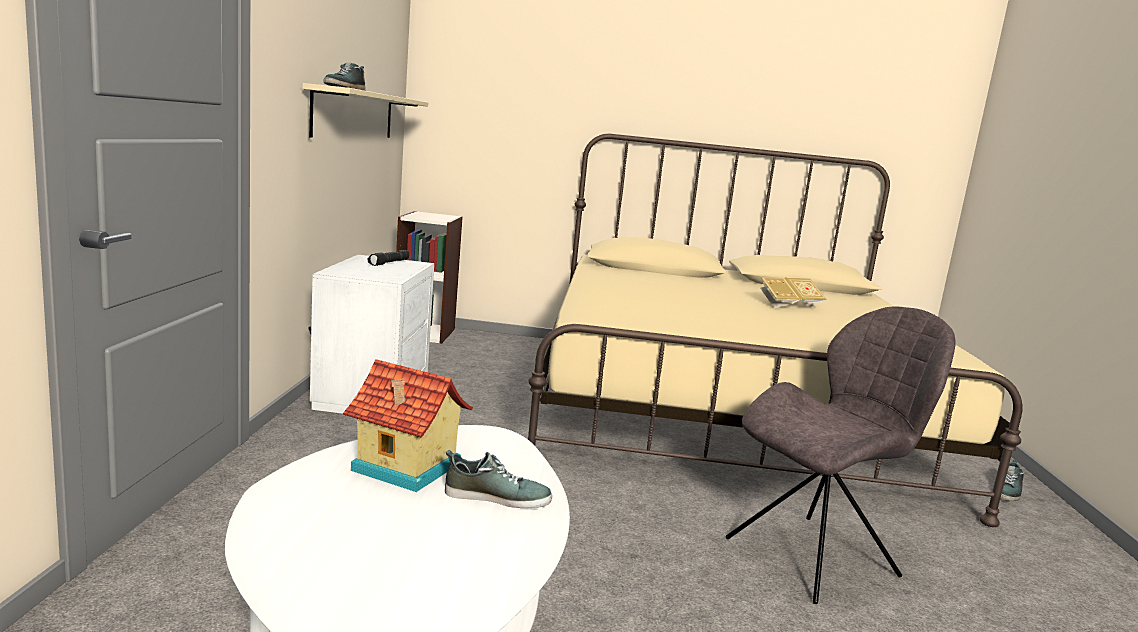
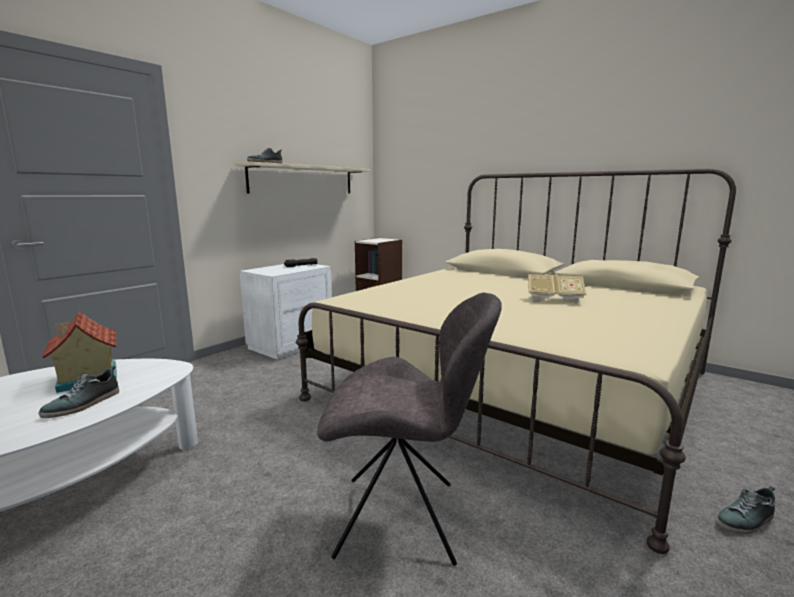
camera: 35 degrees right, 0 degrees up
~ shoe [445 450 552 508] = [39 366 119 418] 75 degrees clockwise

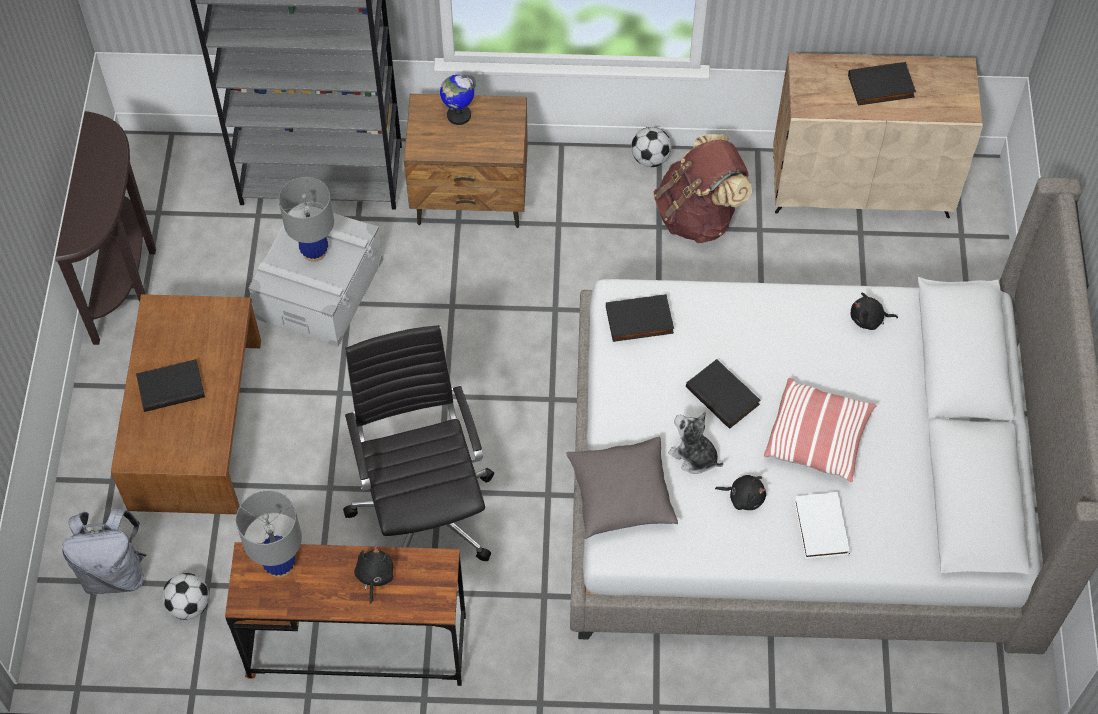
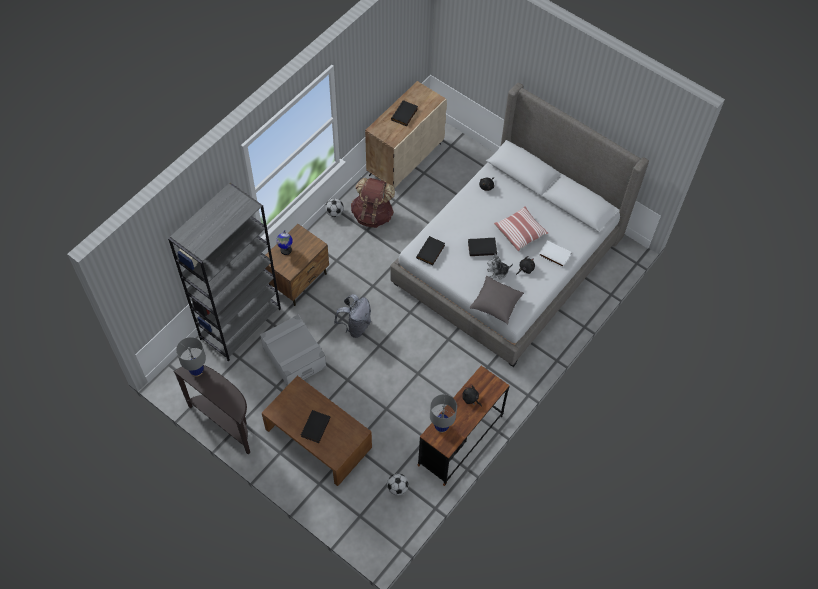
camera: 55 degrees left, 0 degrees up
~ grey backpack [62 508 147 595] to [334 294 371 338]
~ grey table lamp [279 177 334 262] to [176 337 206 377]
- black office chair [343 325 494 561]

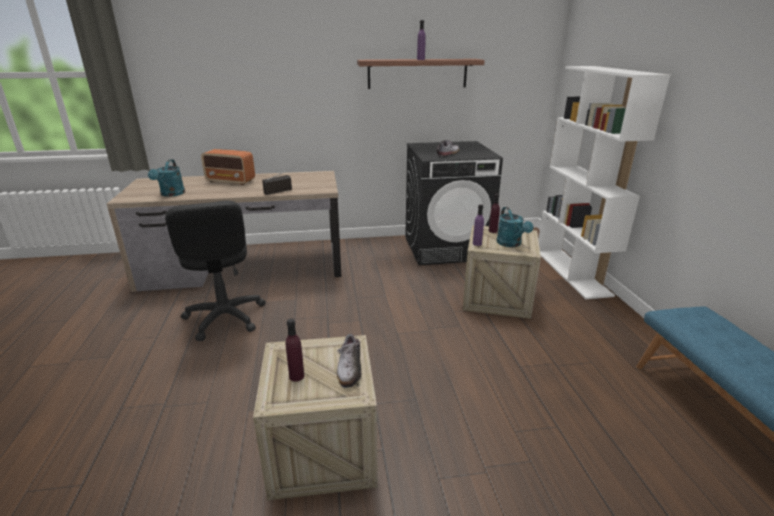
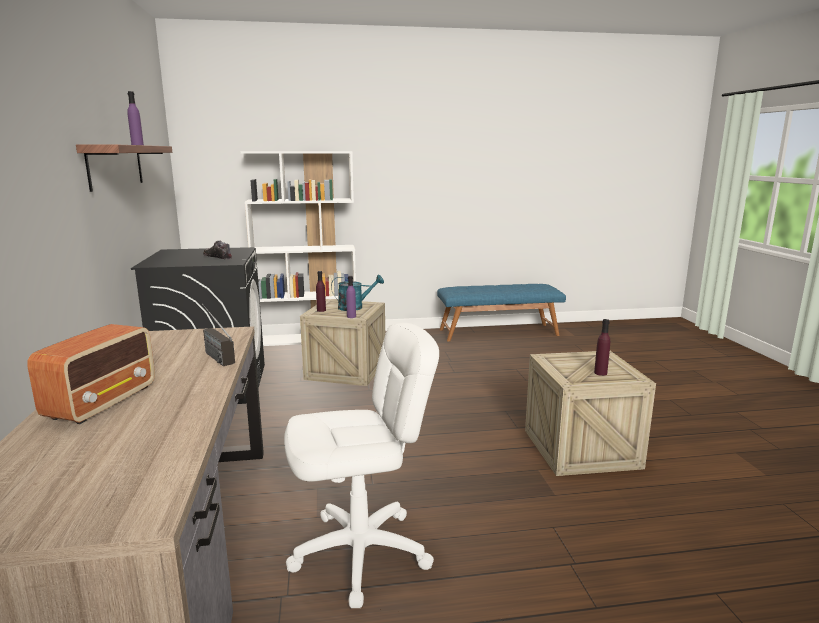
camera: 90 degrees left, 10 degrees down
- turquoise watering can [148 159 185 197]
~ black office chair [165 201 266 341] to white office chair [284 323 439 608]
- shoe [337 334 362 388]

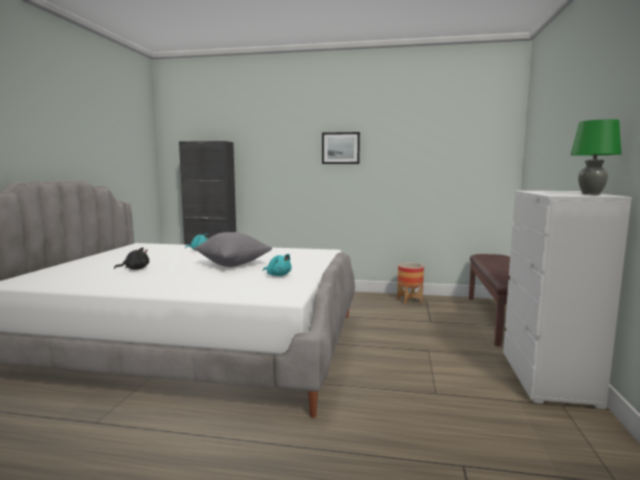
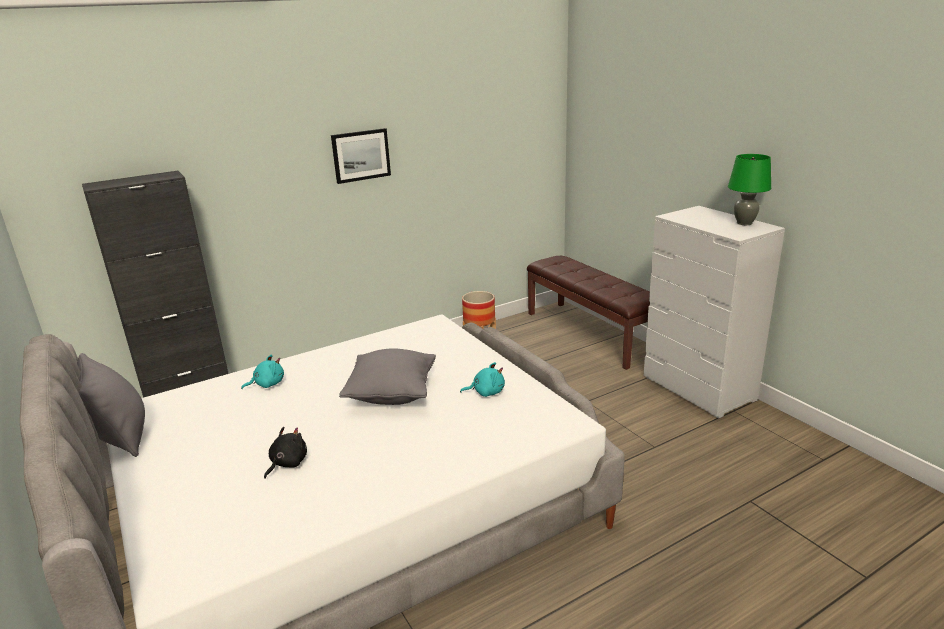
camera: 40 degrees left, 15 degrees up
+ grey pillow [77 353 145 457]

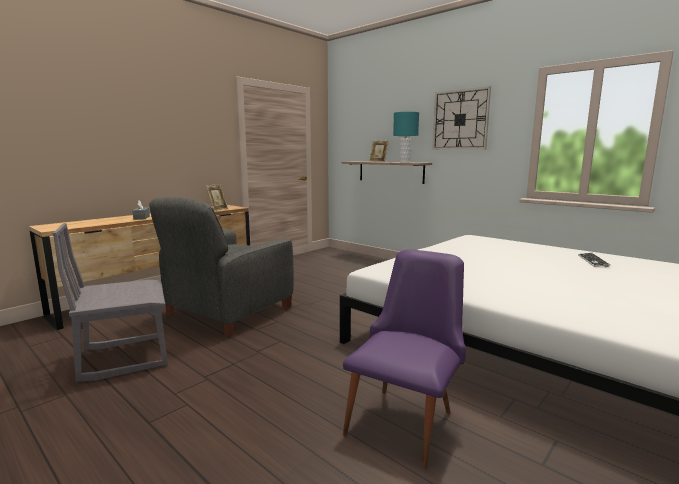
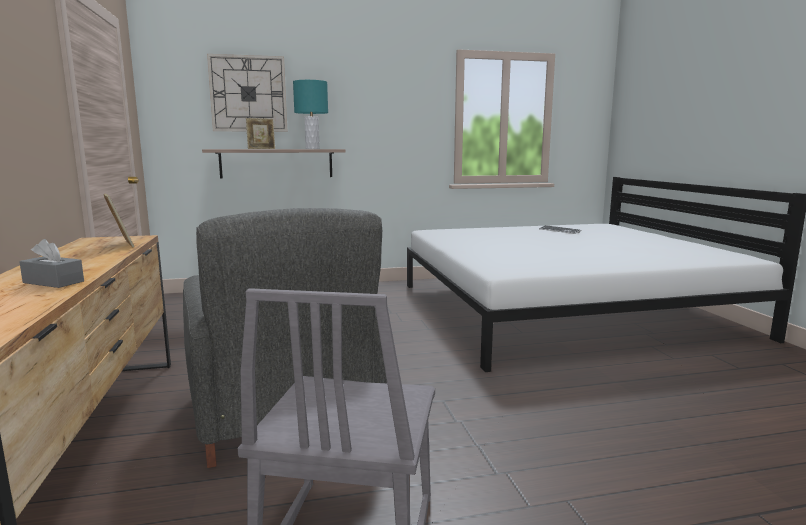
camera: 55 degrees left, 0 degrees up
- purple chair [343 249 466 468]
~ wall clock [432 86 491 150] to [207 54 287 132]

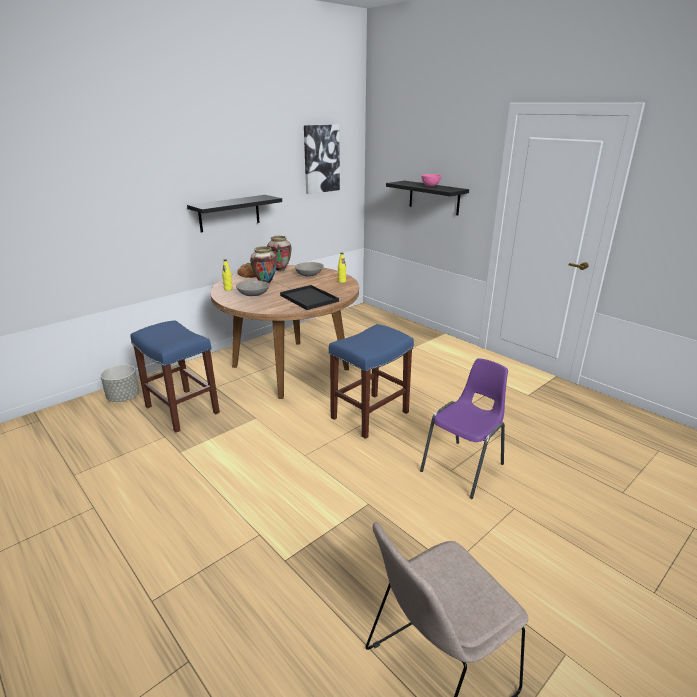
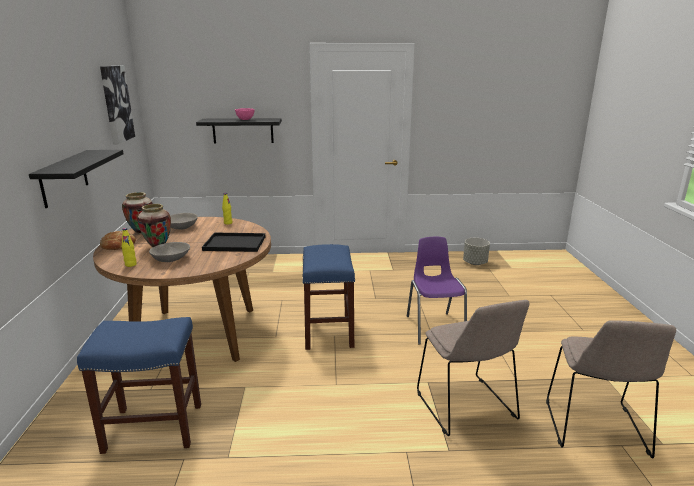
camera: 50 degrees left, 5 degrees down
~ grey planter [100 365 140 402] to [463 238 490 265]
+ beige chair [417 300 529 436]

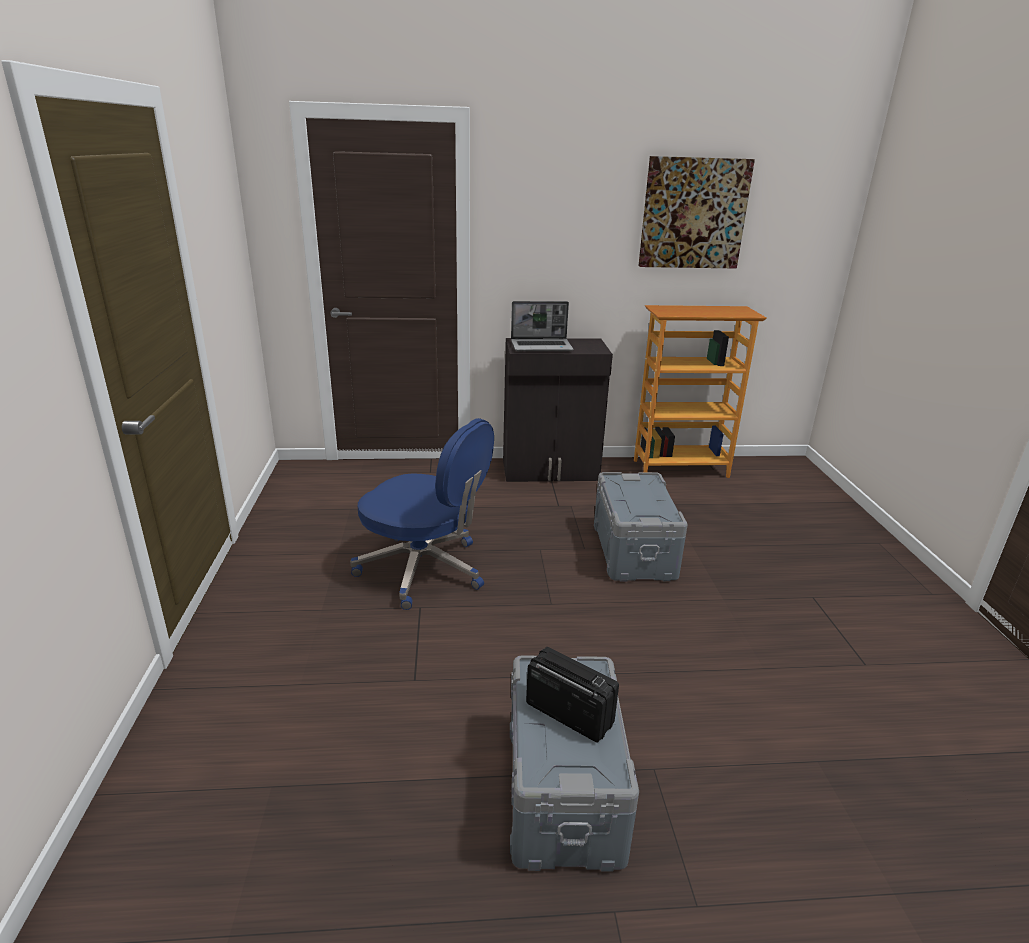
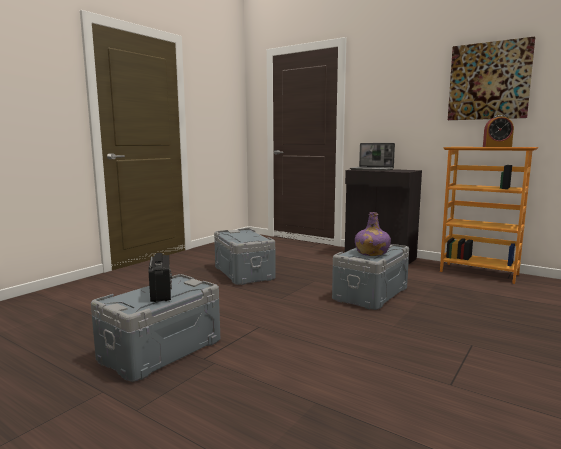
camera: 40 degrees right, 15 degrees down
~ blue office chair [350 418 494 610] to grey storage box [214 228 276 285]
+ purple bottle [355 212 391 256]
+ alarm clock [483 115 514 147]

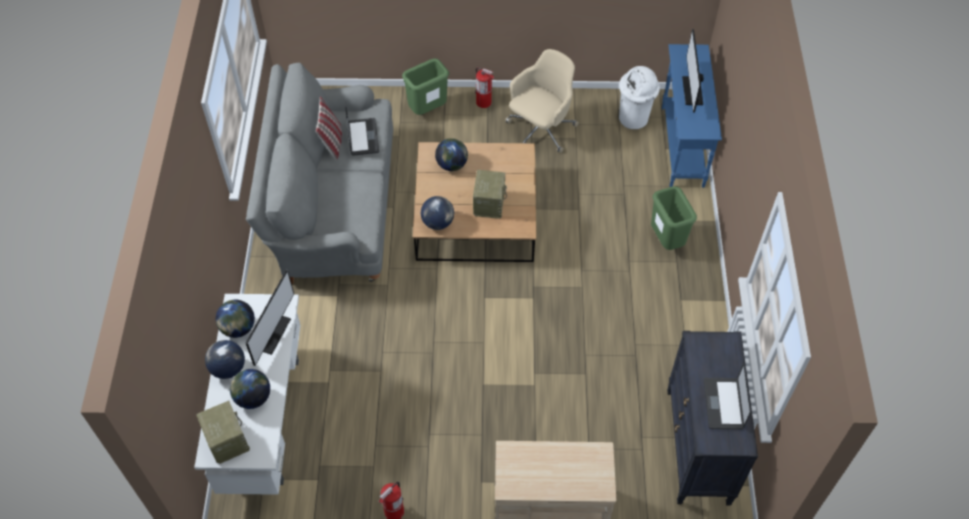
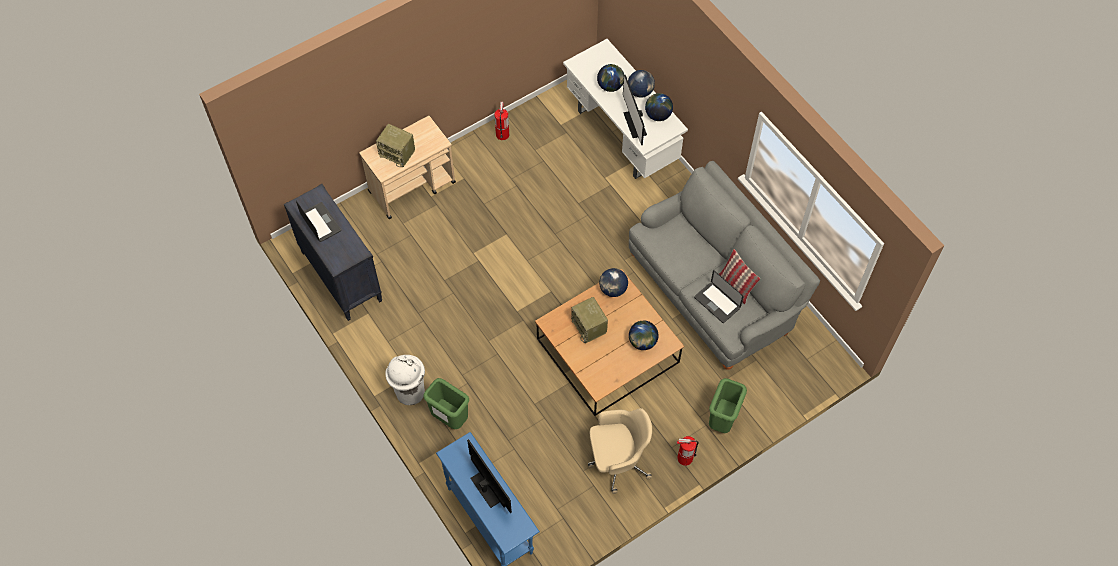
camera: 145 degrees right, 5 degrees up
~ radio [196 401 250 464] to [376 124 415 167]
~ beige office chair [505 49 579 153] = [588 408 652 494] 105 degrees counterclockwise
~ white trash can [619 66 660 129] to [385 355 425 405]

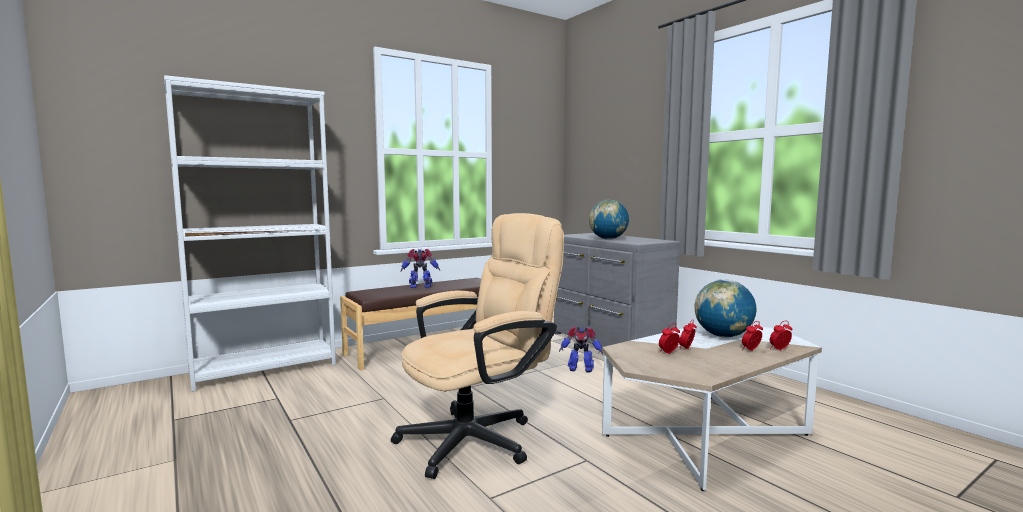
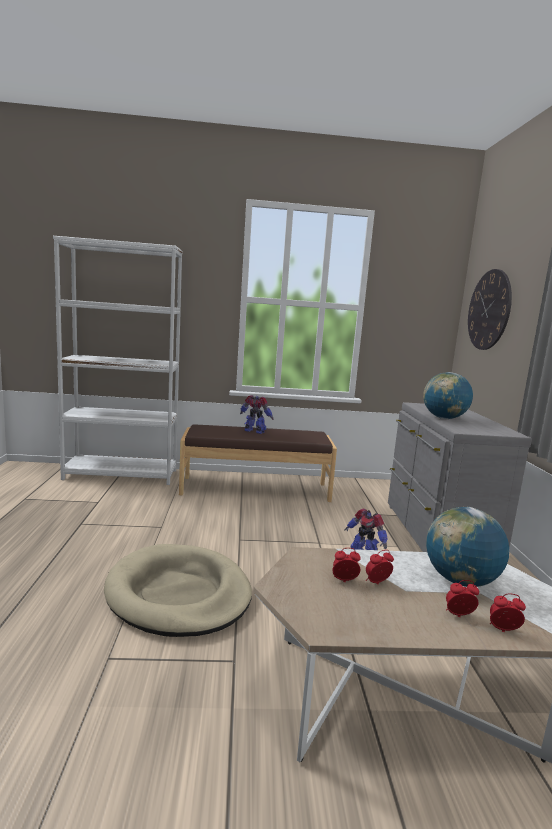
camera: 30 degrees right, 5 degrees up
~ beige office chair [391 213 564 479] to beige dog bed [104 544 252 637]
+ wall clock [468 269 512 350]

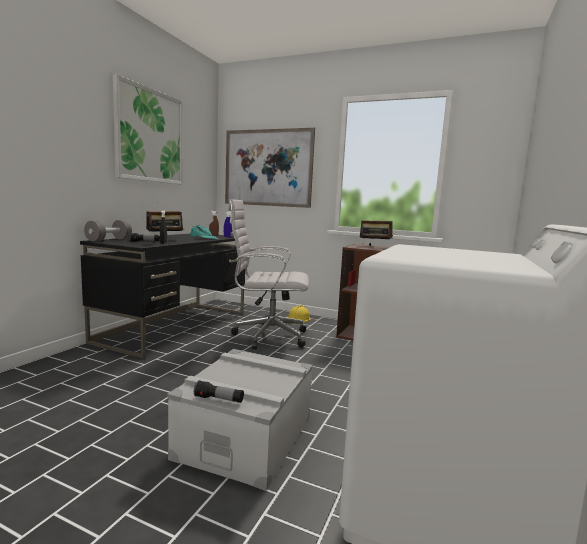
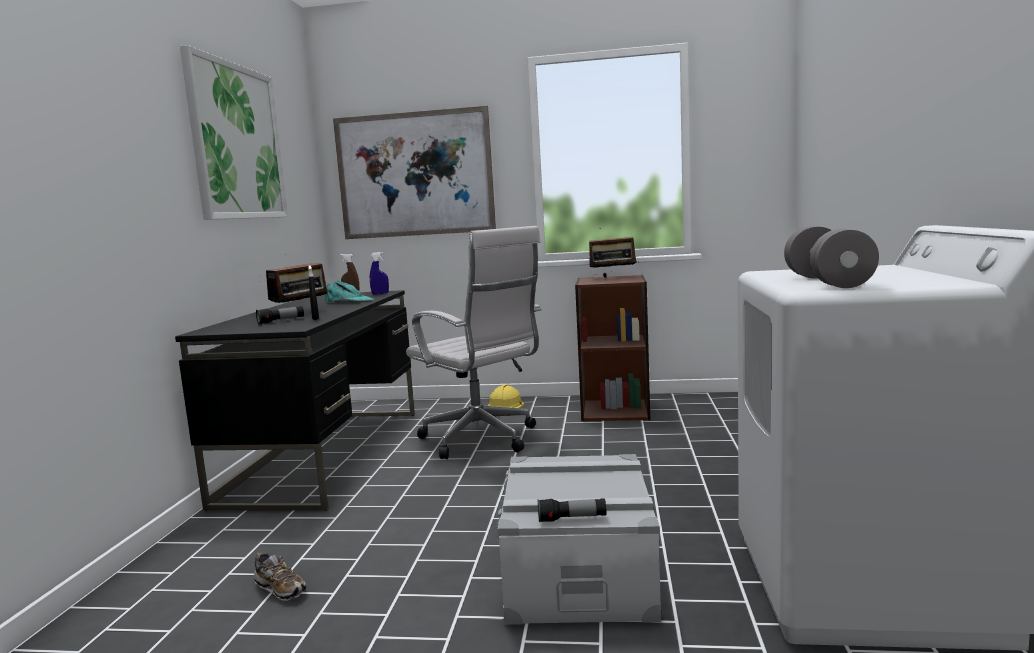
camera: 15 degrees left, 0 degrees up
~ grey dumbbell [84 220 132 241] to [784 227 879 288]
~ white office chair [228 199 309 350] = [406 226 542 459] 120 degrees counterclockwise
+ shoe [254 552 306 601]

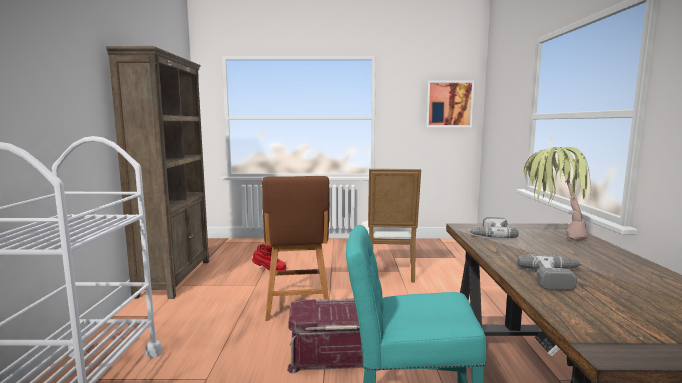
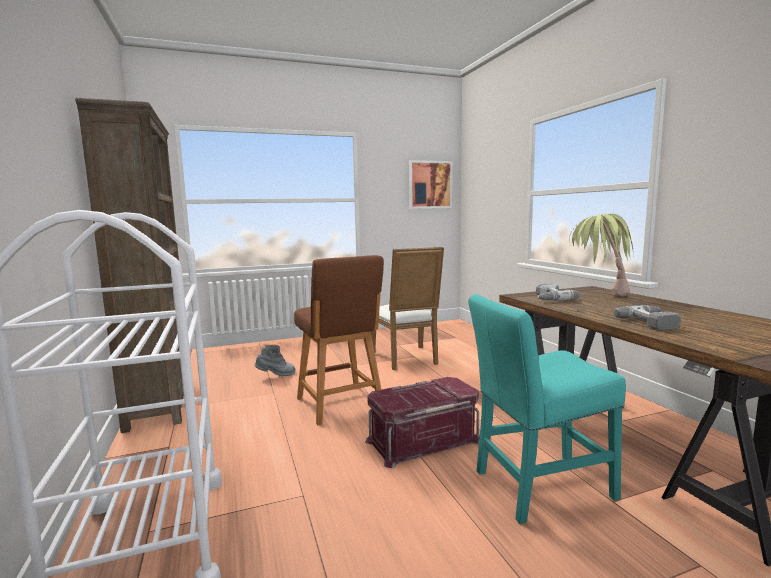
camera: 20 degrees left, 0 degrees up
~ red boot [252 244 287 271] to grey boot [254 345 296 376]

